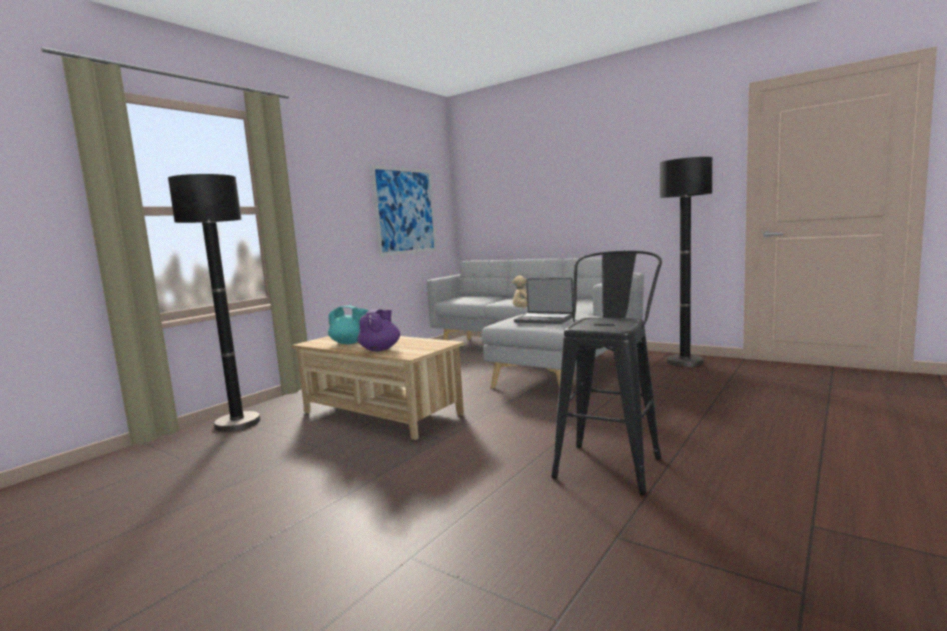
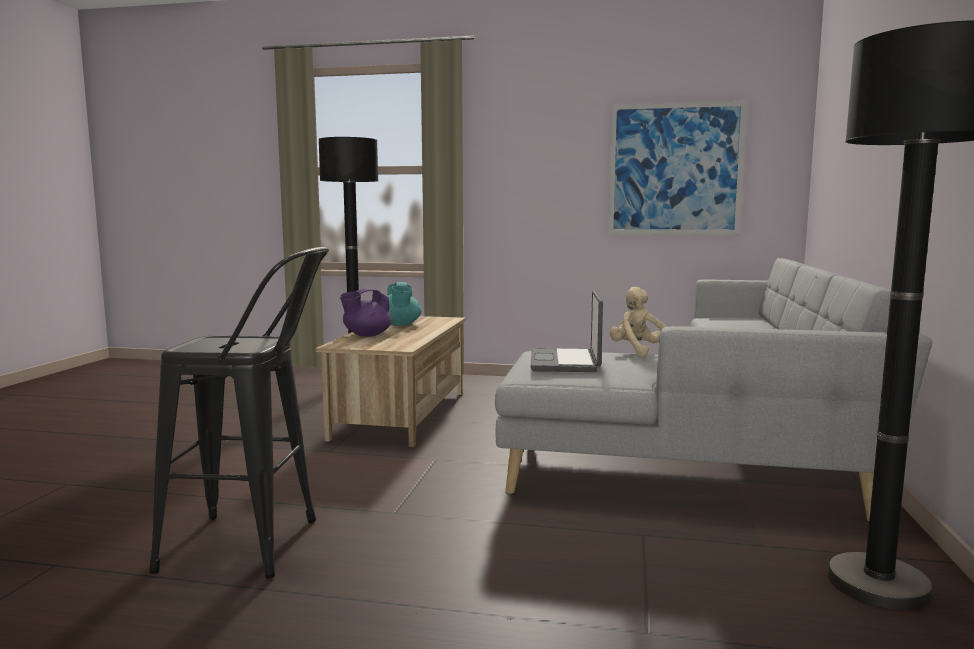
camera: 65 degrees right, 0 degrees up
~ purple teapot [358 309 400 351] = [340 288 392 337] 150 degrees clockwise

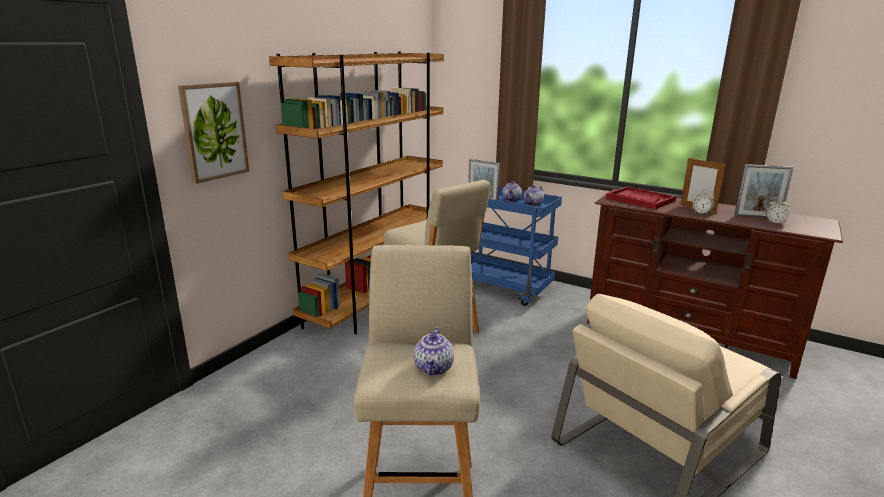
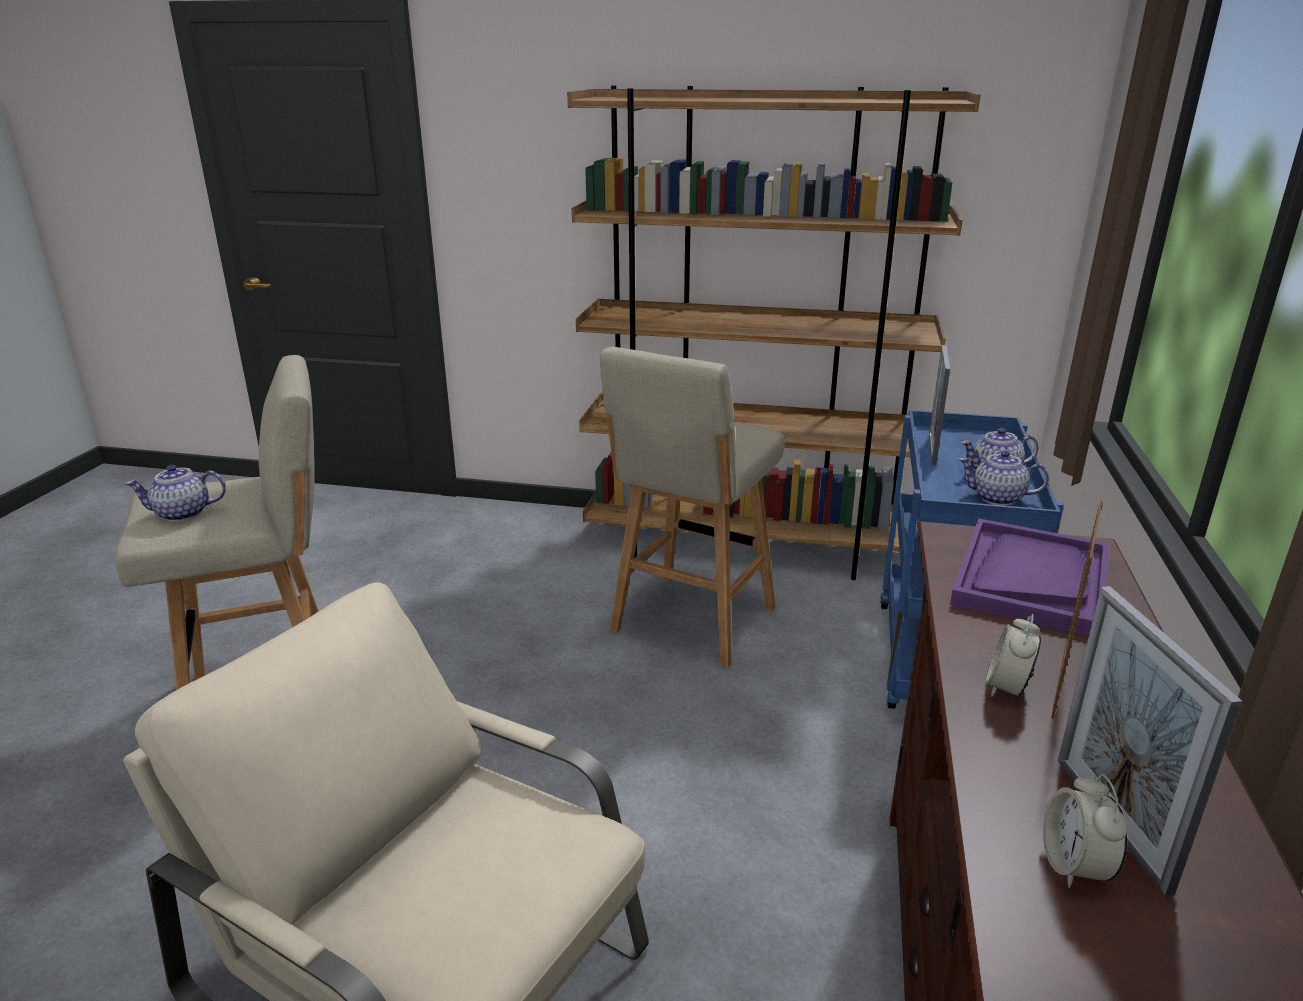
camera: 70 degrees right, 5 degrees up
- picture [178 82 249 184]
~ red tray [606 186 676 209] to purple tray [950 518 1110 636]

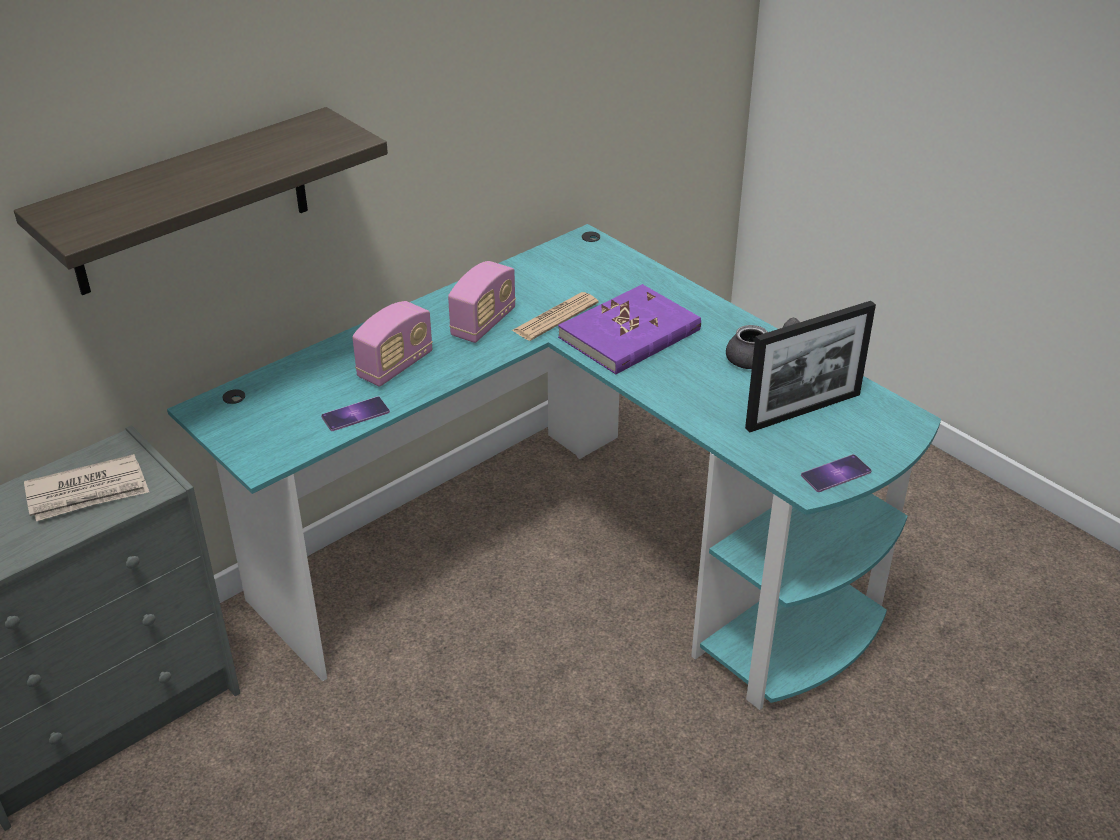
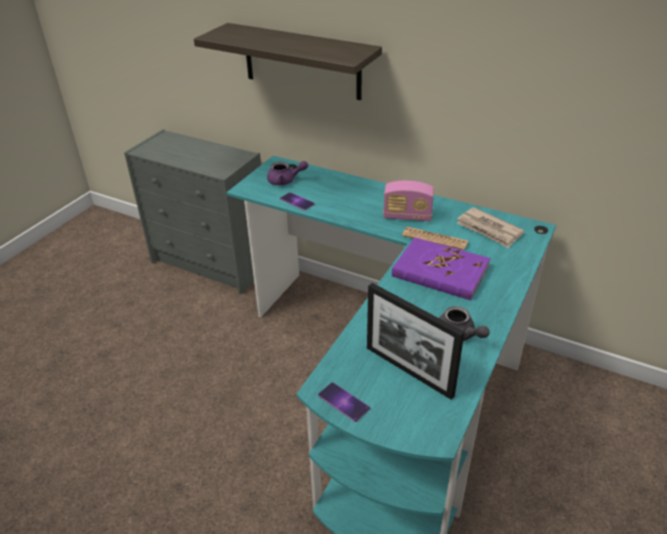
camera: 70 degrees right, 0 degrees up
~ newspaper [24 454 149 521] to [457 207 524 248]
- radio [352 301 433 387]
+ purple teapot [267 161 308 185]

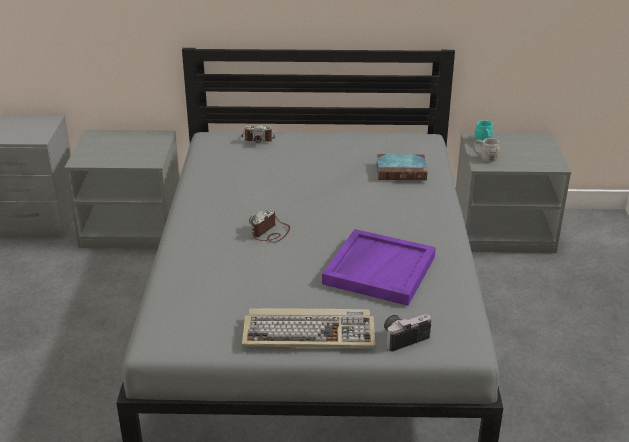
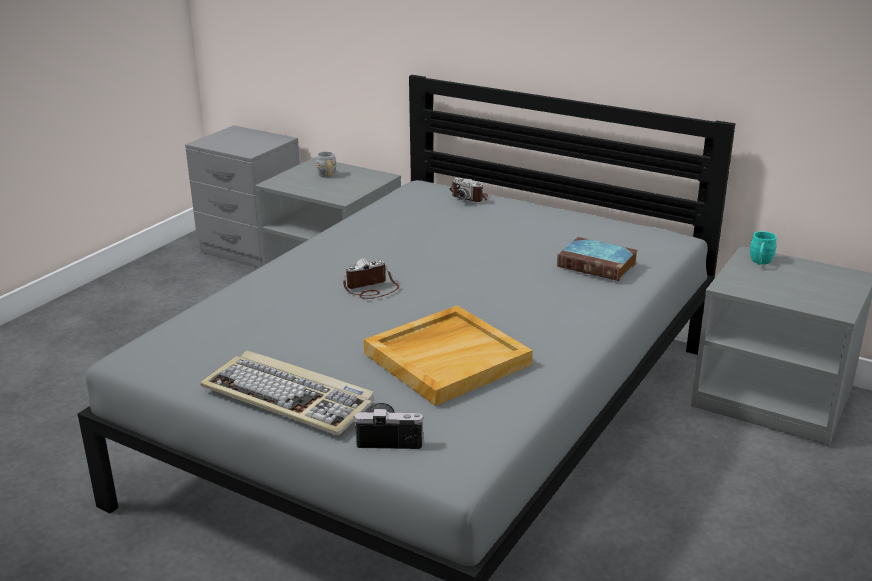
camera: 30 degrees right, 5 degrees down
~ purple tray [322 229 436 306] to beige tray [364 305 533 406]
~ grey mug [473 138 500 162] to [316 151 337 178]

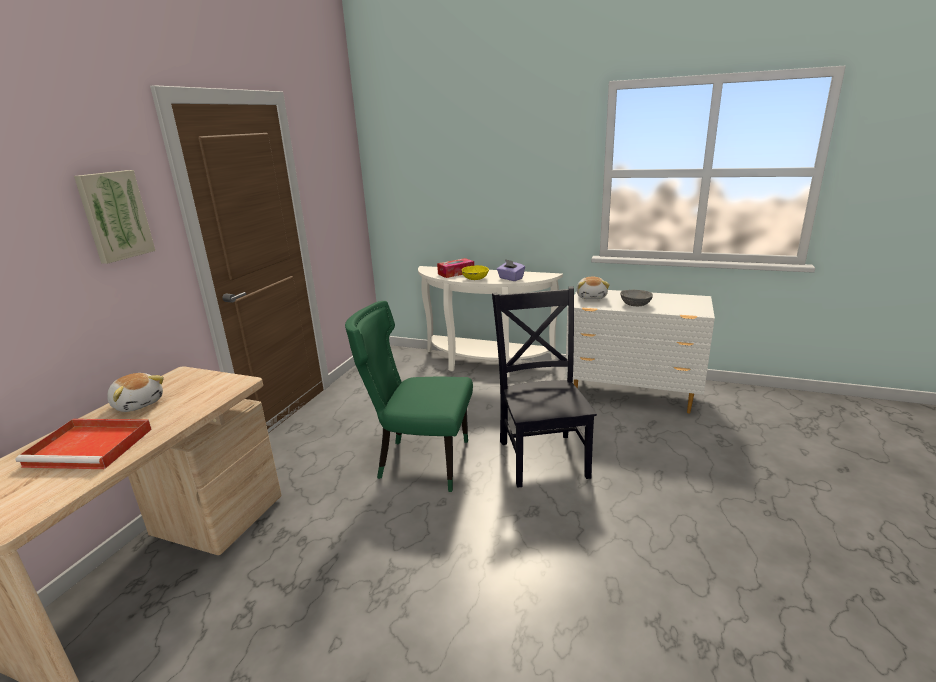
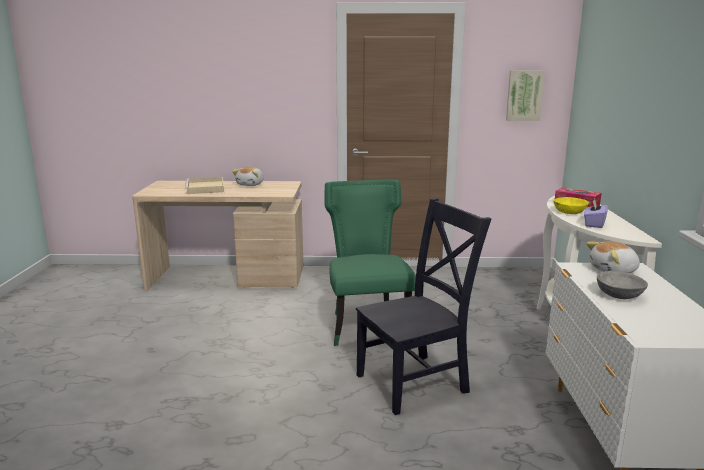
camera: 70 degrees right, 5 degrees down
~ red tray [16 419 152 469] to beige tray [185 177 224 194]
~ picture [74 170 156 264] to [506 70 545 121]

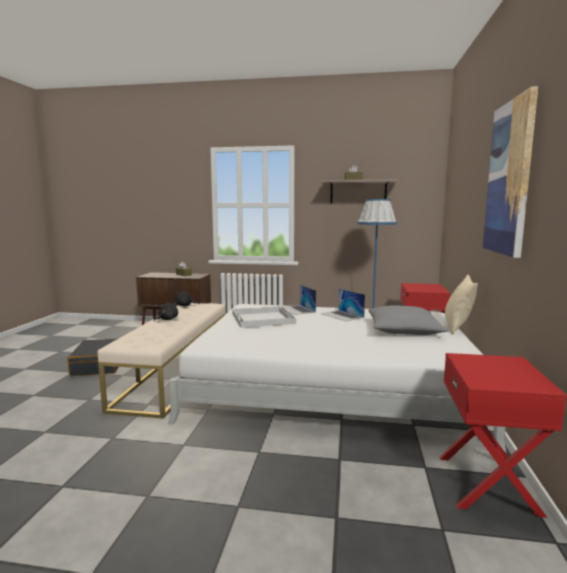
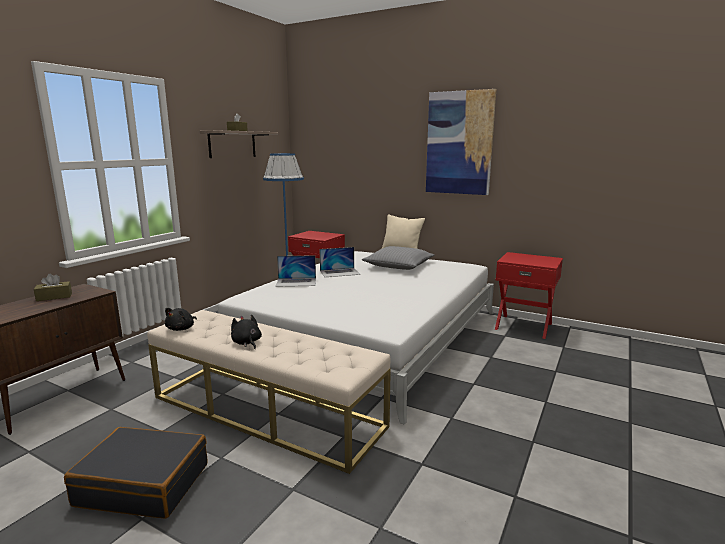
camera: 70 degrees left, 5 degrees up
- white tray [232 306 296 328]

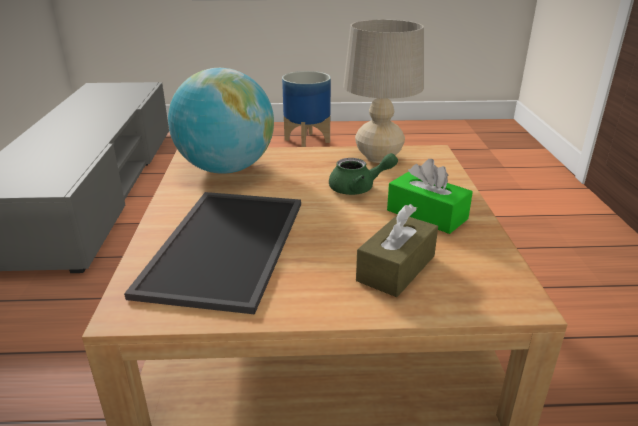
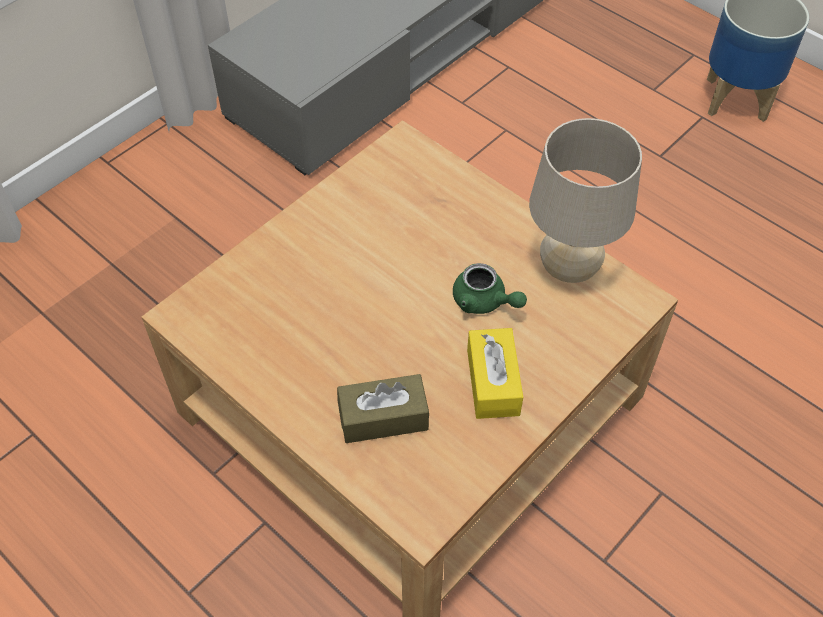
camera: 45 degrees right, 25 degrees up
- tray [124 192 301 315]
- globe [168 68 274 174]
~ green tissue box [387 159 473 234] to yellow tissue box [467 328 523 419]

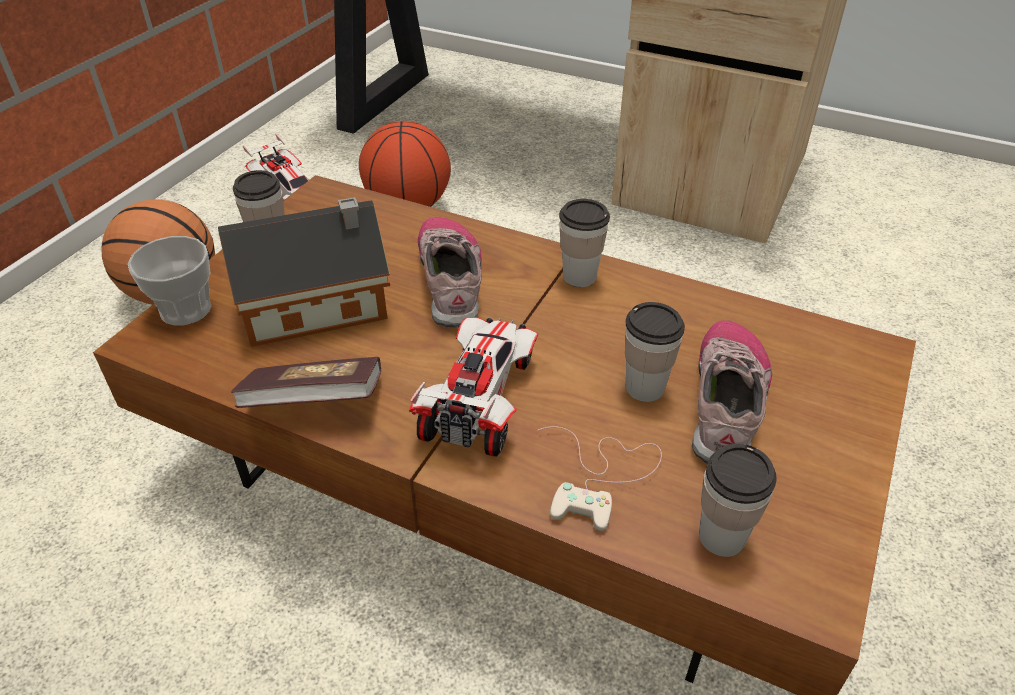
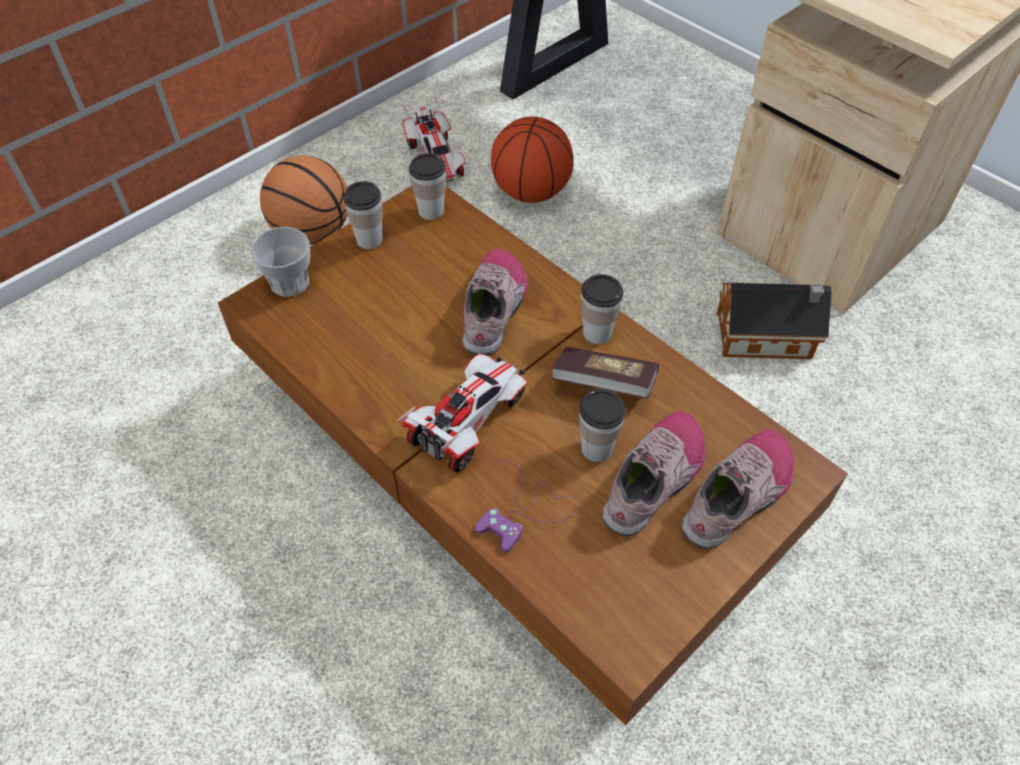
camera: 20 degrees right, 10 degrees up
~ toy house [218 197 390 347] to [717 283 832 359]
~ book [231 357 381 408] to [551 347 659 399]
~ white game controller [538 426 662 531] to purple game controller [474 460 579 552]
~ cup [699 444 777 557] to [409 153 446 220]
+ shoe [682 430 794 549]

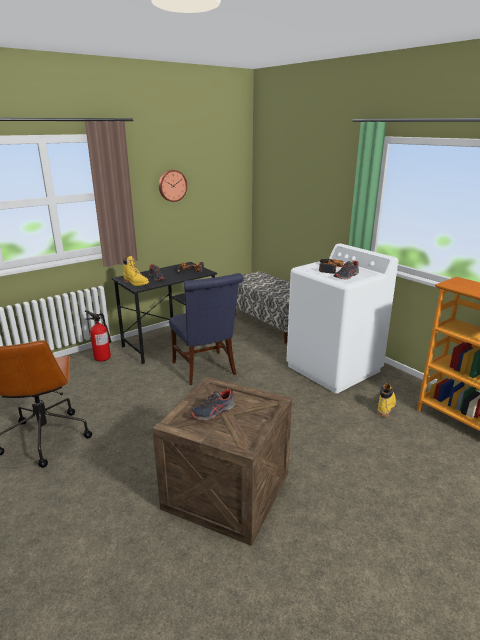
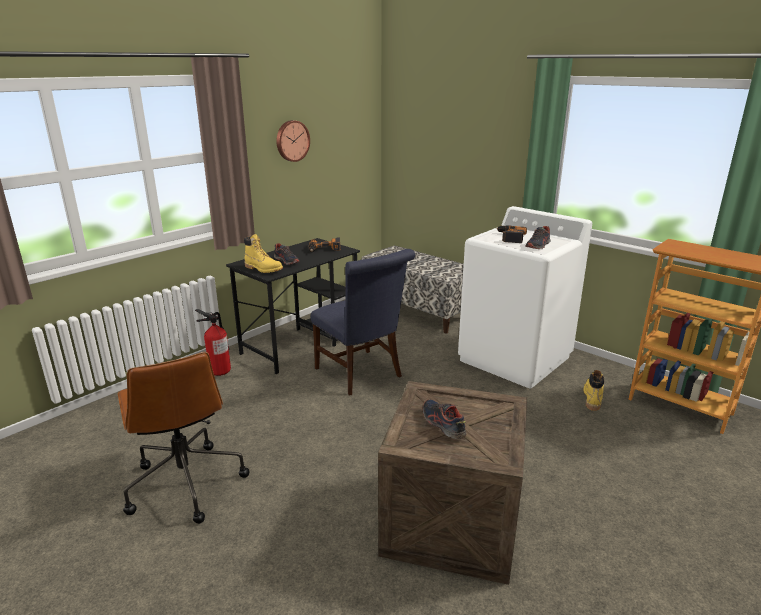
camera: 10 degrees left, 0 degrees up
~ shoe [190 389 235 420] = [423 400 466 439] 105 degrees clockwise

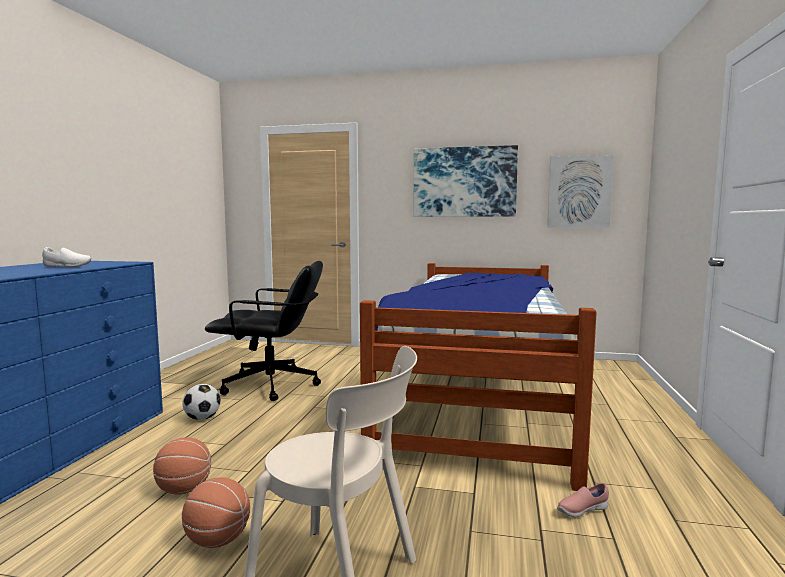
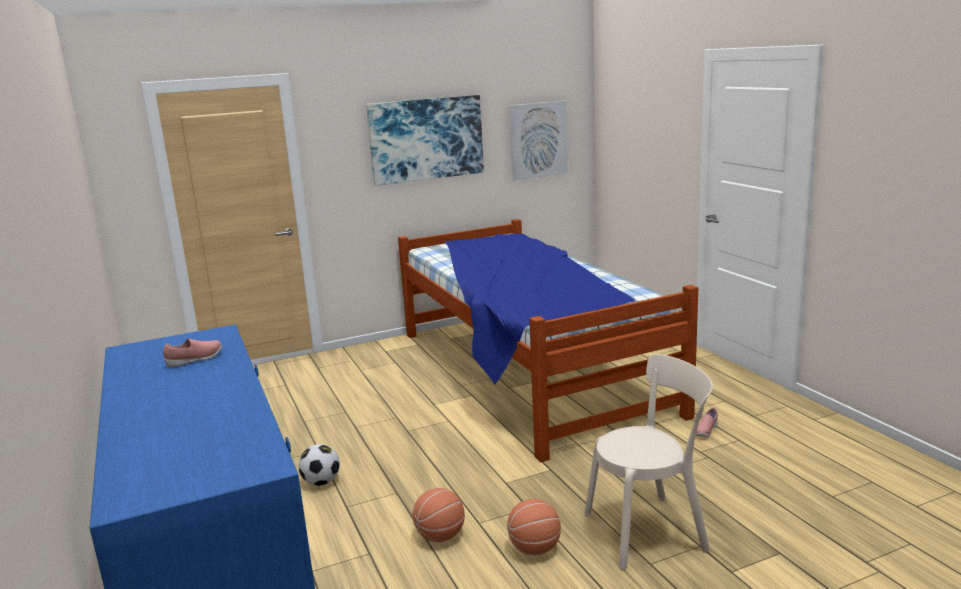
camera: 35 degrees left, 10 degrees up
~ white shoe [42 247 91 267] to pink shoe [163 339 222 367]
- black office chair [205 261 323 401]

